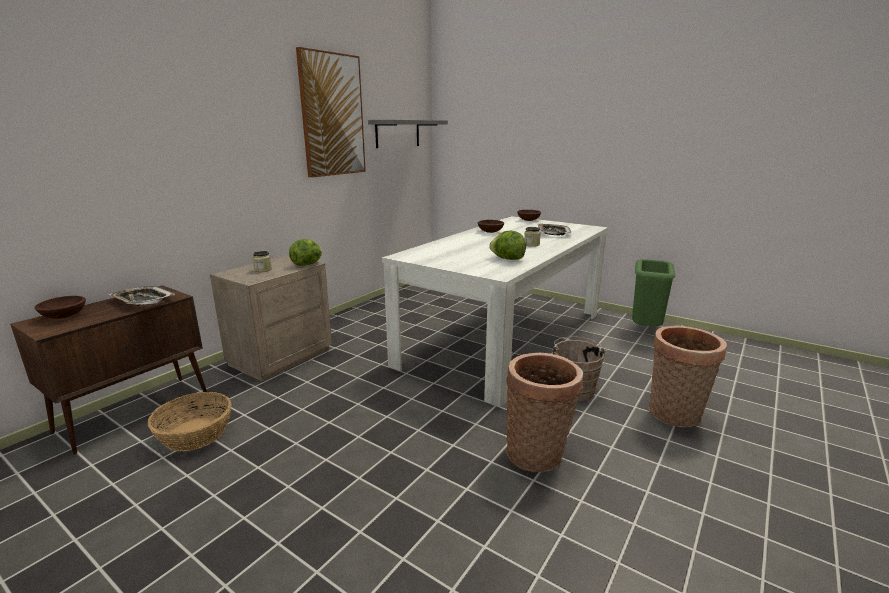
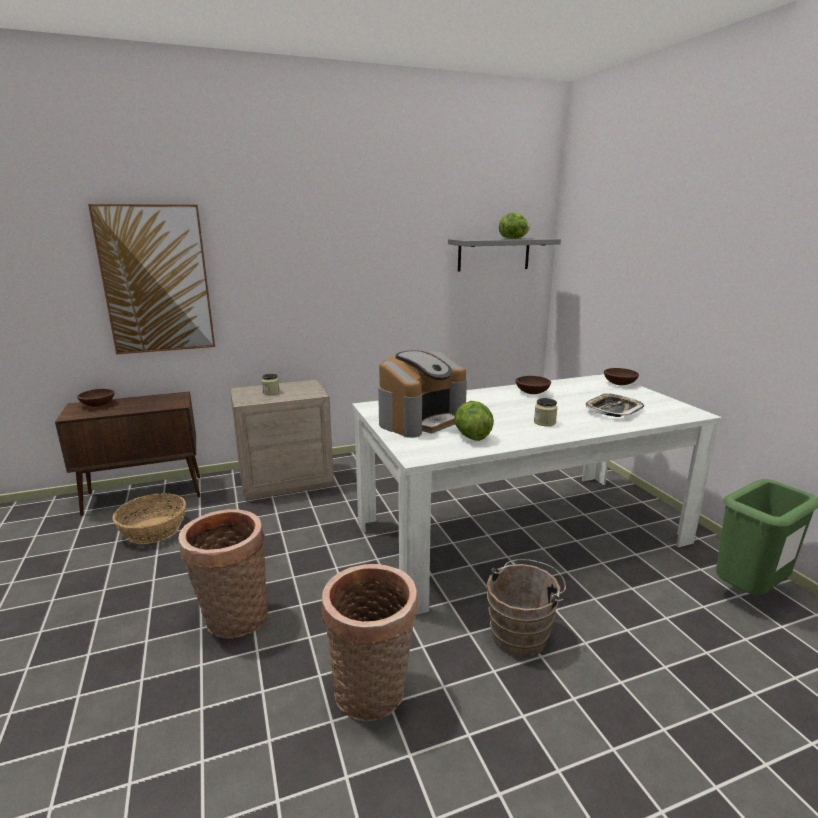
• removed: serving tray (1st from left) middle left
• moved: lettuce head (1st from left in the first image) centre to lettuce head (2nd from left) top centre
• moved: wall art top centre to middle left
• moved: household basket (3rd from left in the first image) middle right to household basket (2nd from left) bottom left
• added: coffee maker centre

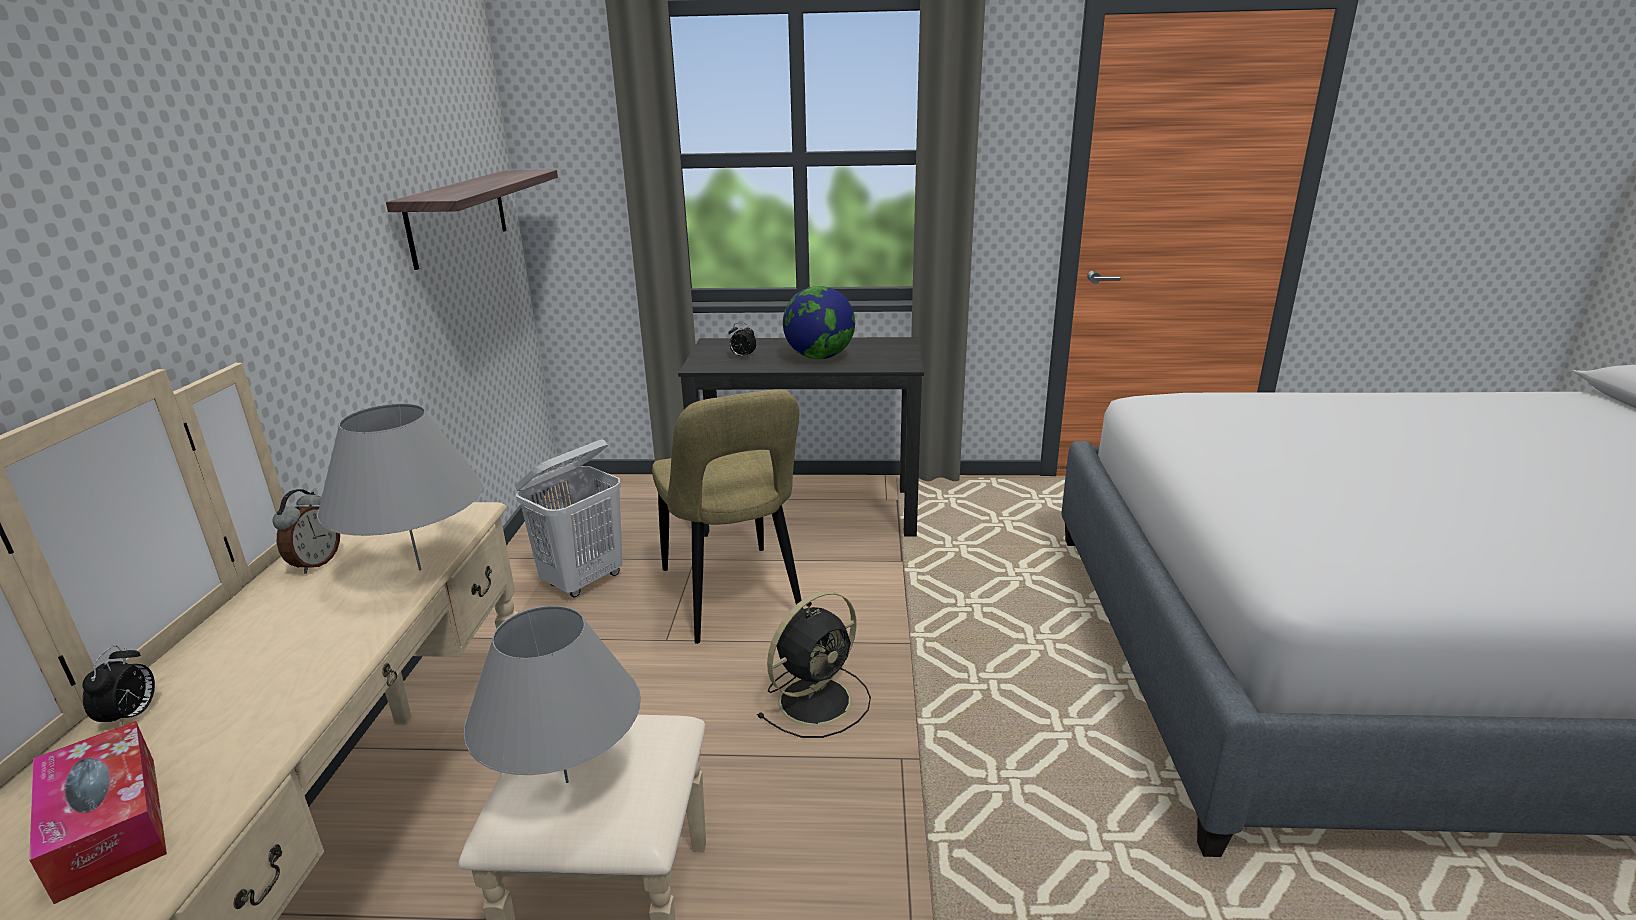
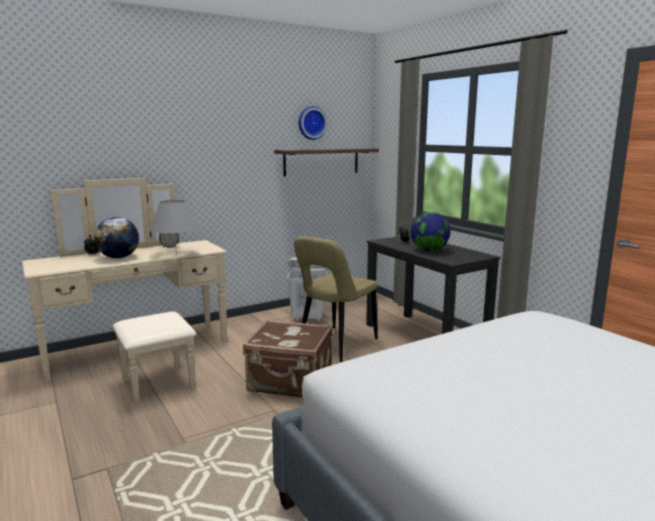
• removed: box of tissues bottom left
• removed: gray lamp for a table (2nd from left) bottom centre
• replaced: blackish electric fan bottom centre to brown-coloured suitcase bottom centre
• added: globe (1st from left) middle left
• added: clock on the wall top centre

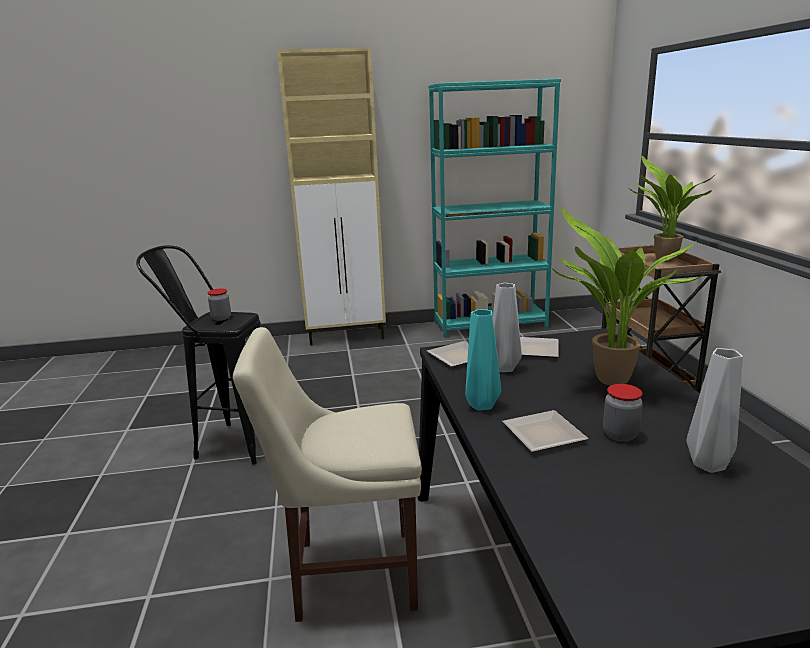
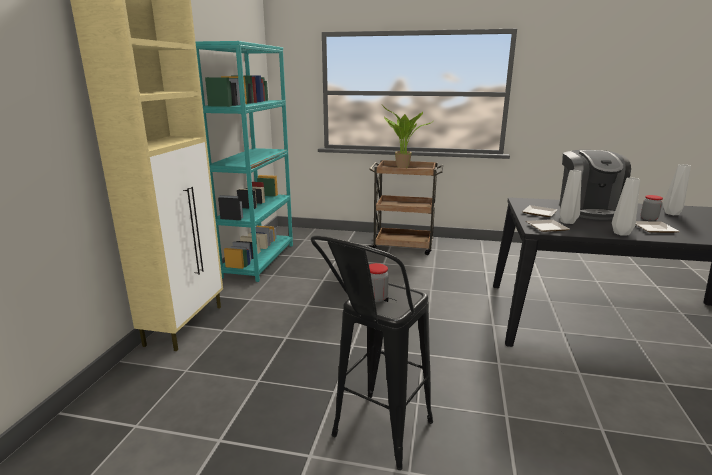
• removed: sand-coloured chair bottom centre
• recoloured: blue-green flower vase centre to gray flower vase (2nd from left) middle right
• replaced: houseplant (1st from left) middle right to coffee maker middle right

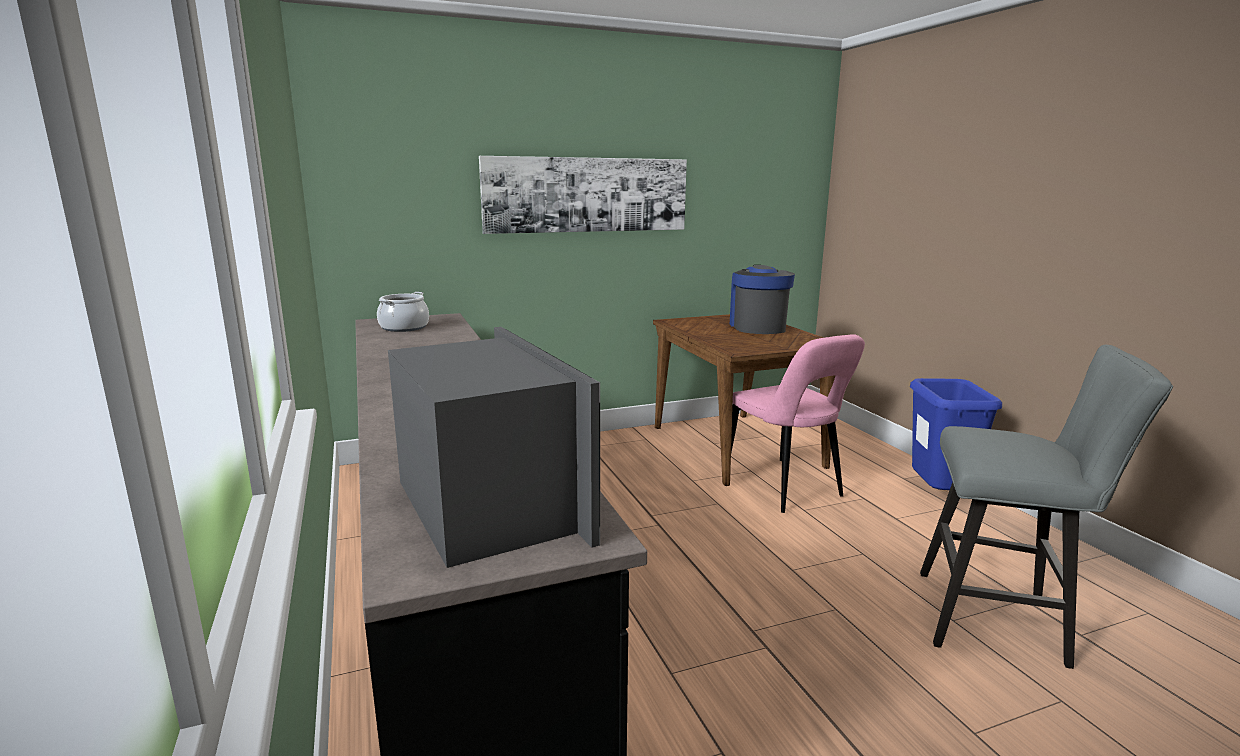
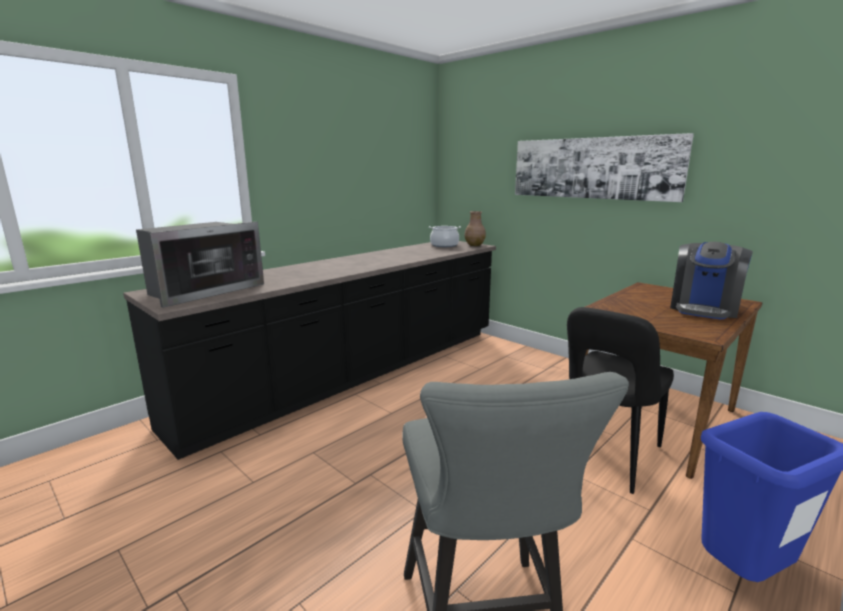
• turned: coffee maker centre = middle right 150 degrees clockwise
• recoloured: pinkish chair centre to blackish chair middle right
• added: brown-coloured flower vase centre

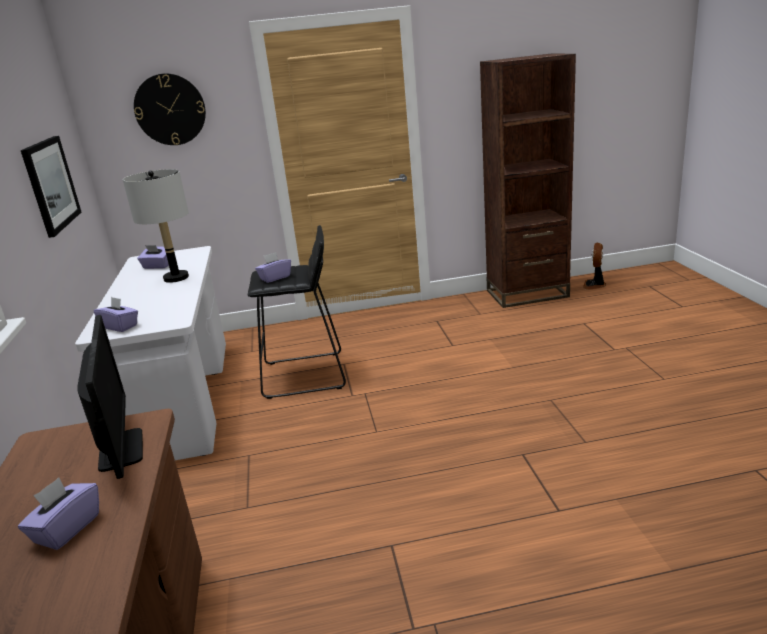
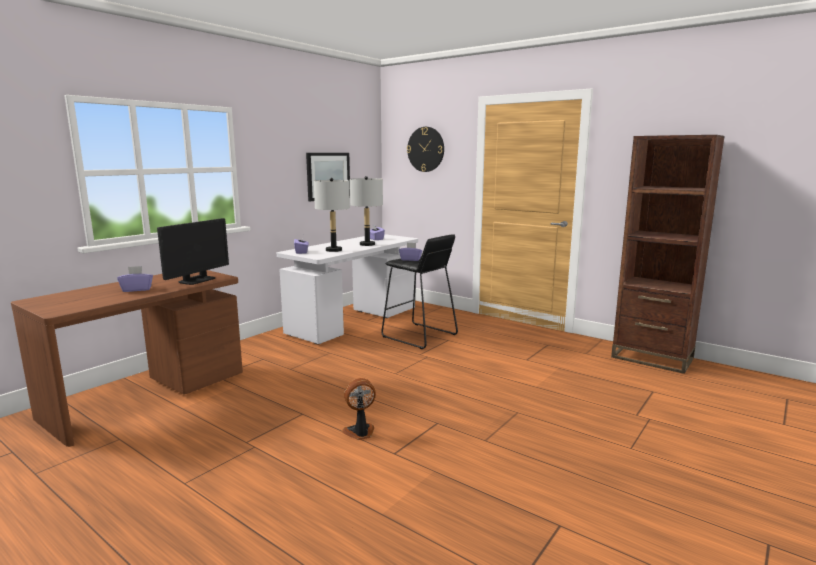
• moved: electric fan middle right to bottom centre
• added: gray lamp for a table (1st from left) centre

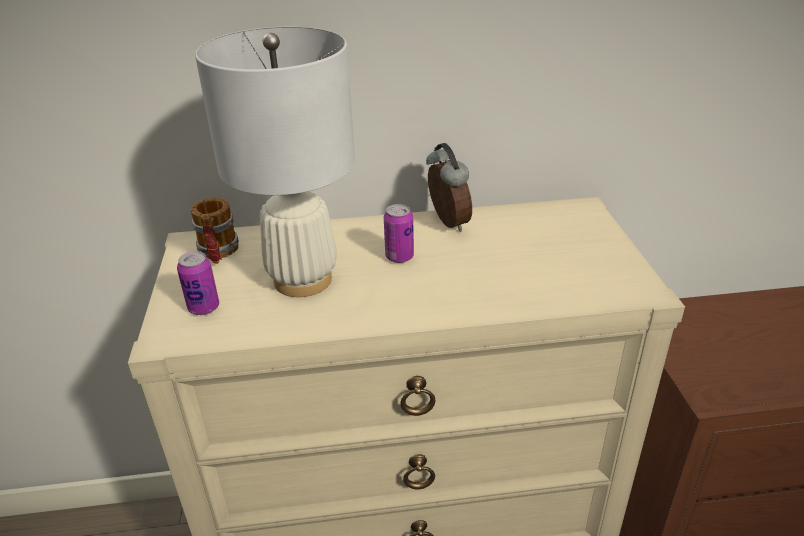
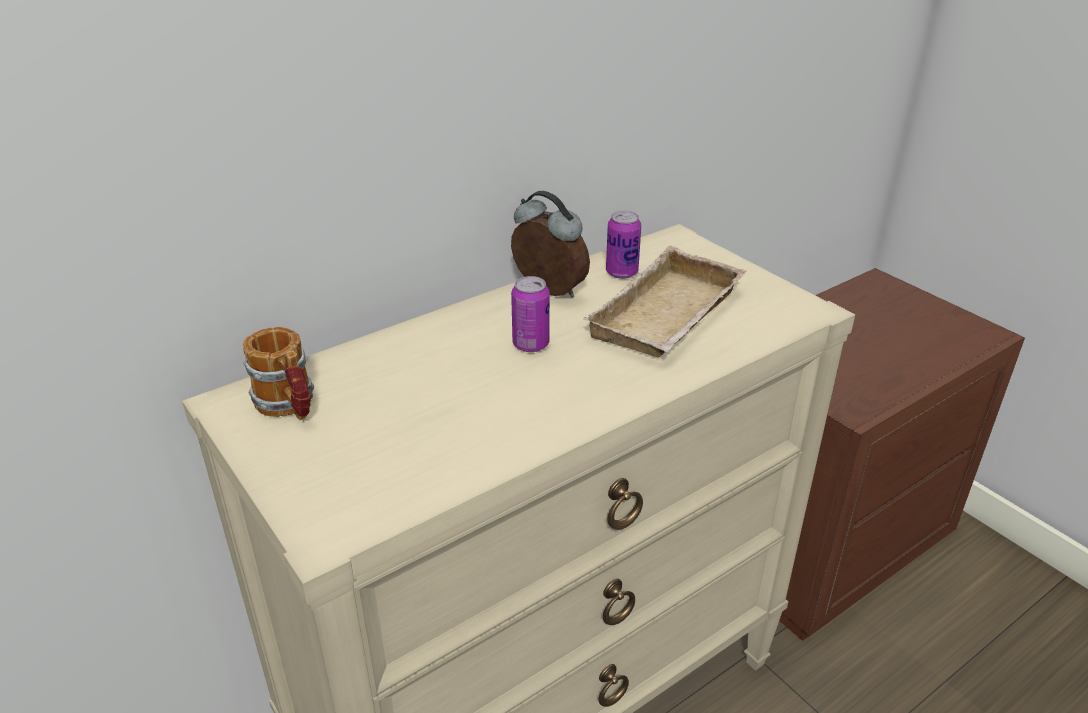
• moved: sealed can (1st from left in the first image) middle left to sealed can (2nd from left) centre
• removed: white-coloured lamp for a table top centre
• added: sand-coloured serving tray centre

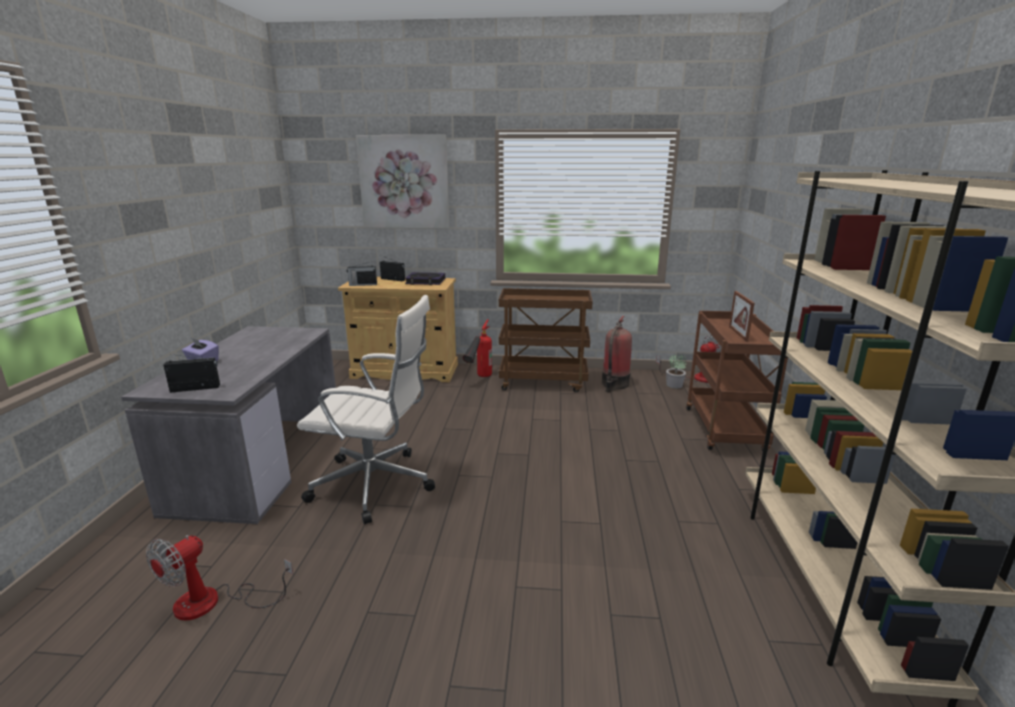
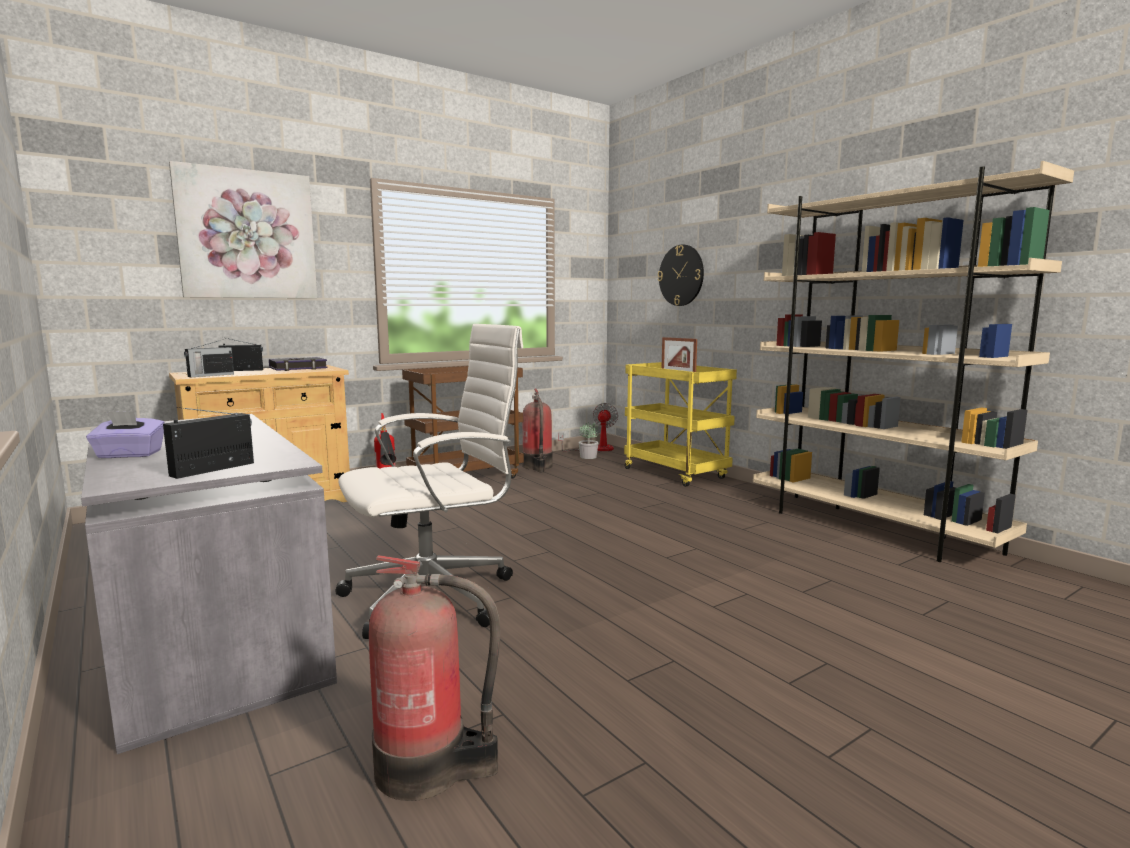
• replaced: electric fan (1st from left) bottom left to extinguisher (2nd from left) bottom centre
• recoloured: brown-coloured trolley (2nd from left) middle right to yellow-coloured trolley centre
• added: clock on the wall top centre

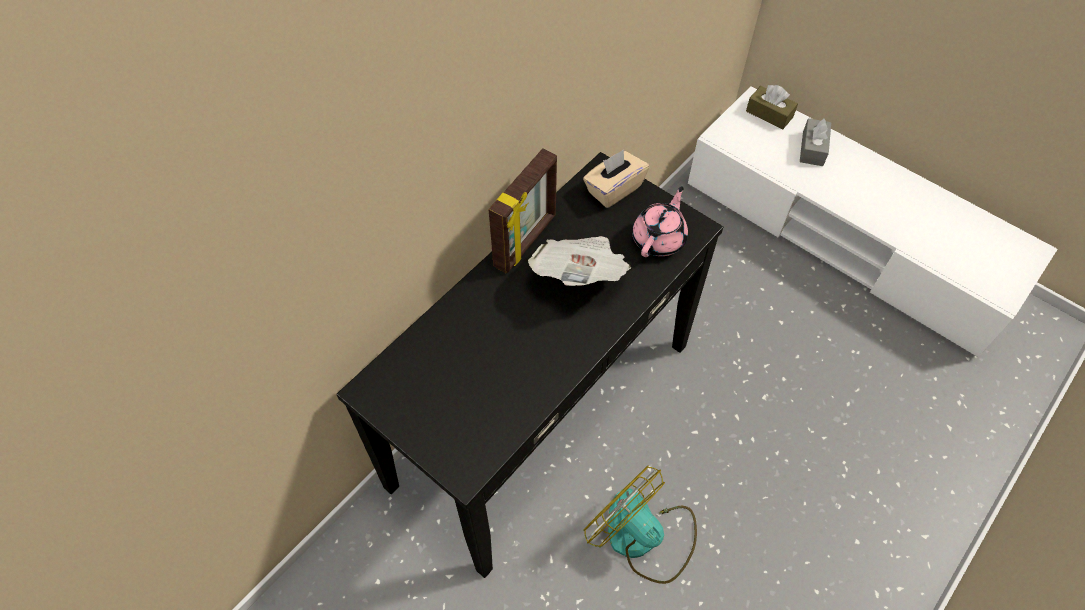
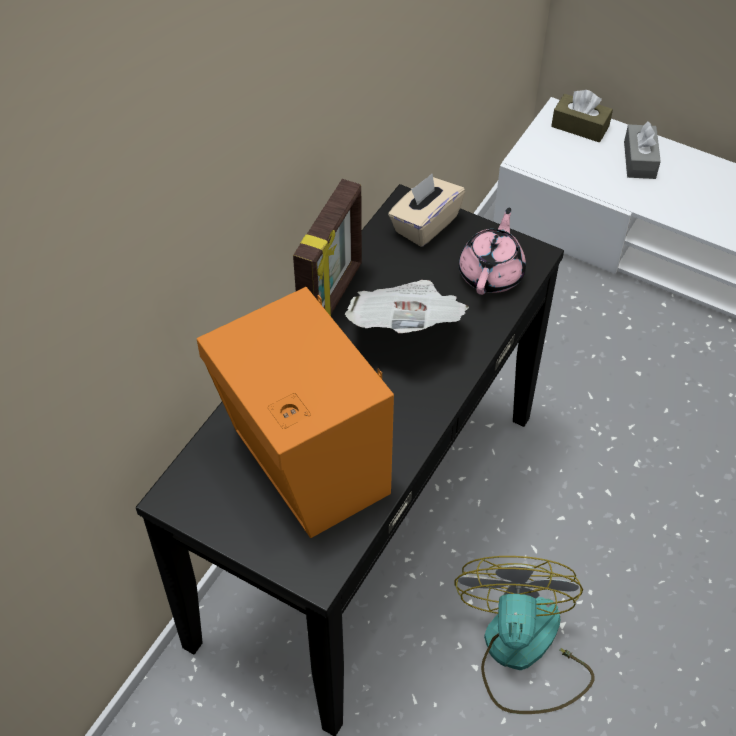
• turned: electric fan bottom centre = bottom right 60 degrees clockwise
• added: orange speaker centre

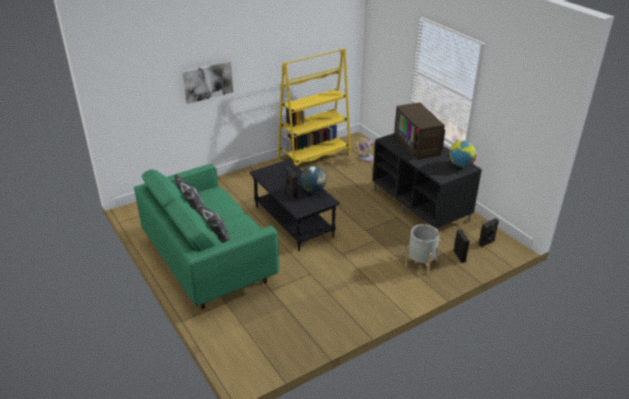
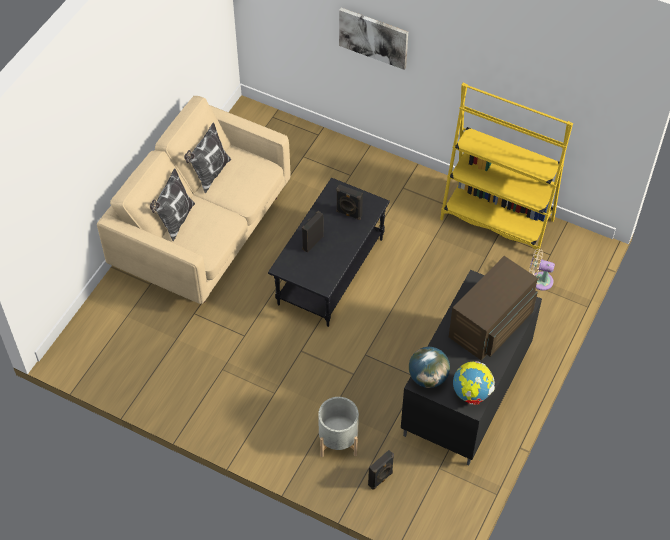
• recoloured: greenish settee middle left to sand-coloured settee middle left
• moved: globe (1st from left) centre to bottom centre
• moved: blackish speaker (3rd from left in the first image) middle right to blackish speaker (2nd from left) centre

